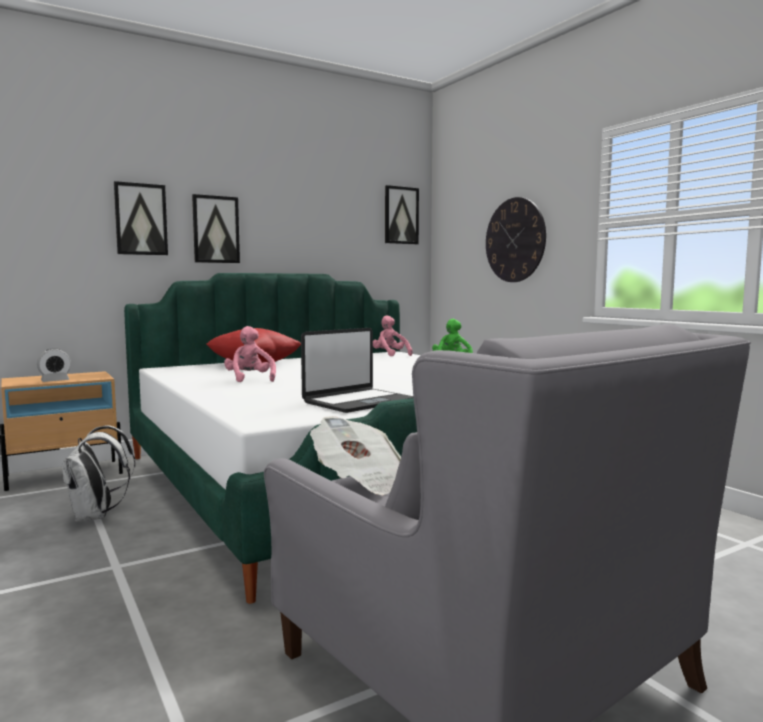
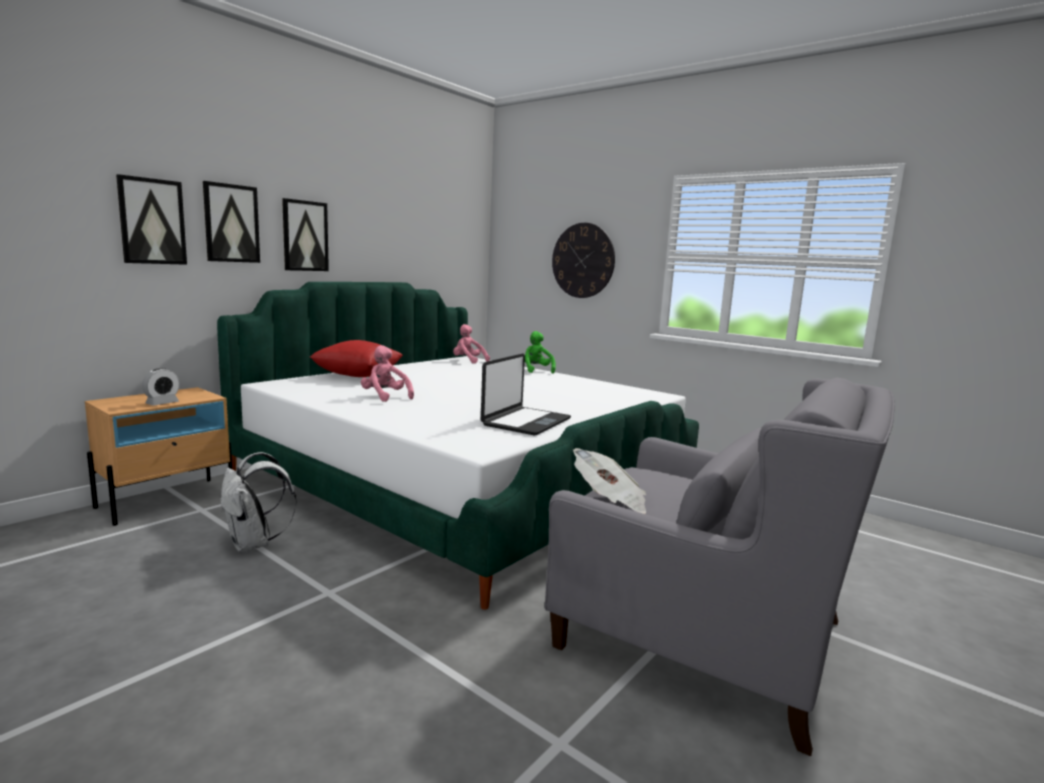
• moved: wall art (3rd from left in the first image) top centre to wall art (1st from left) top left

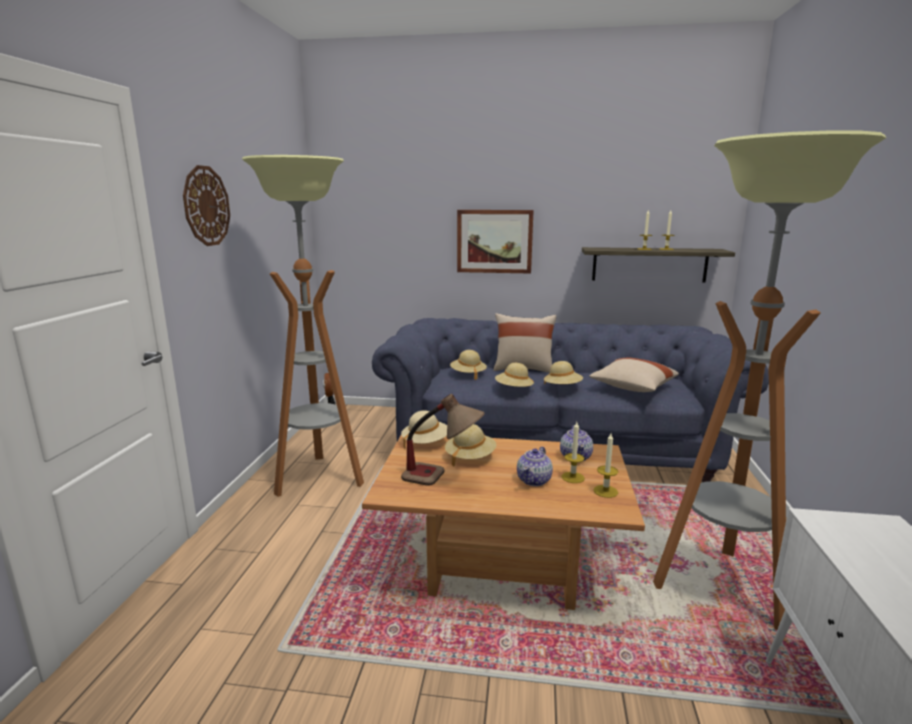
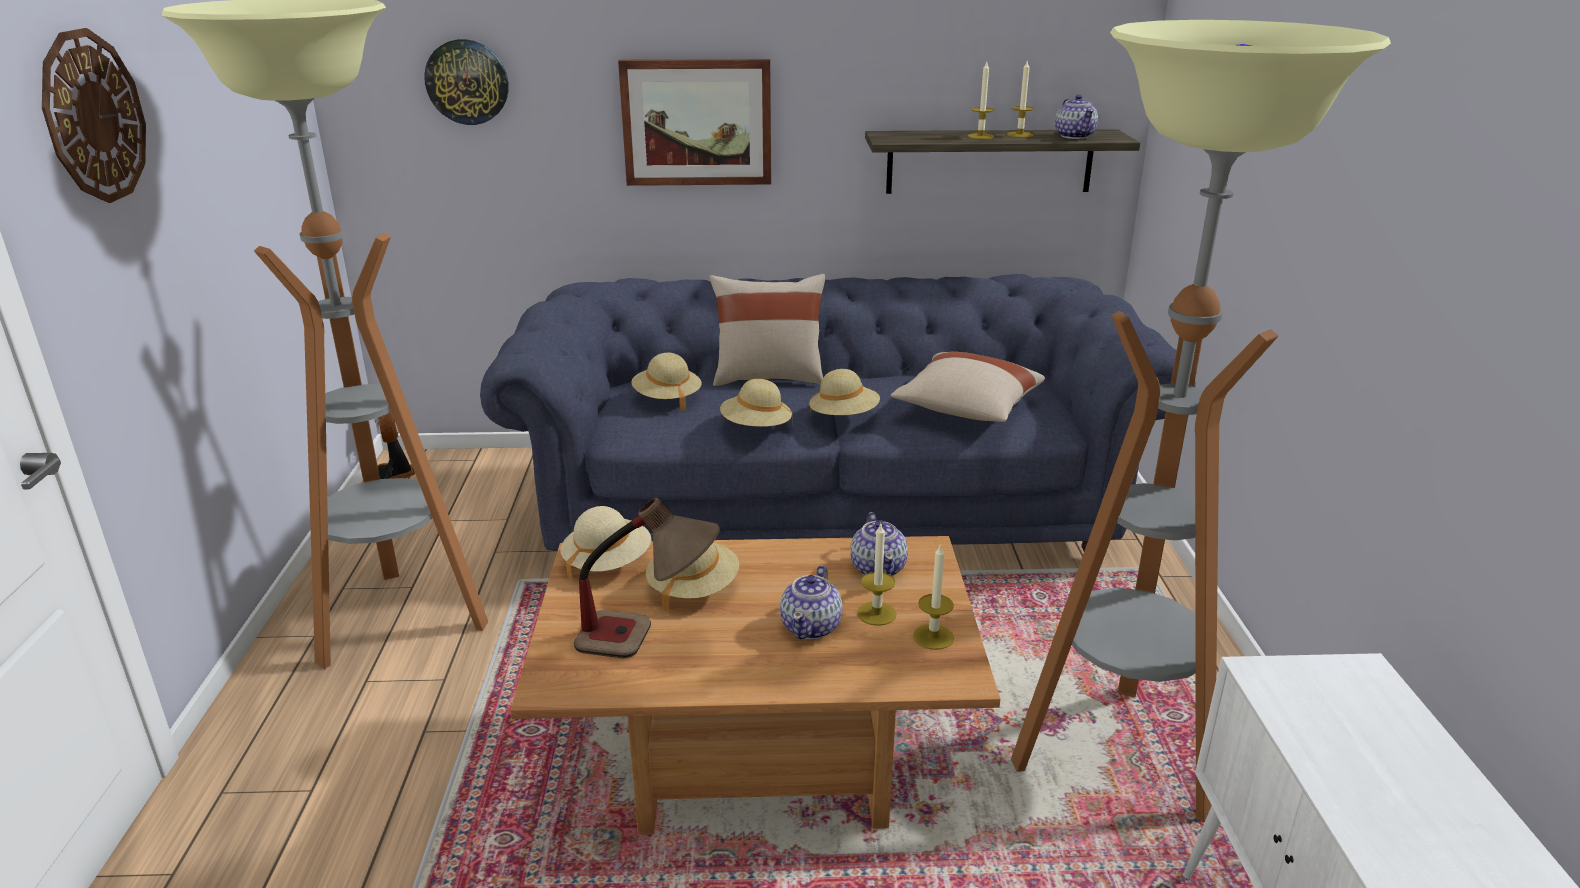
• added: clock on the wall (2nd from left) top left
• added: tea pot (3rd from left) top right

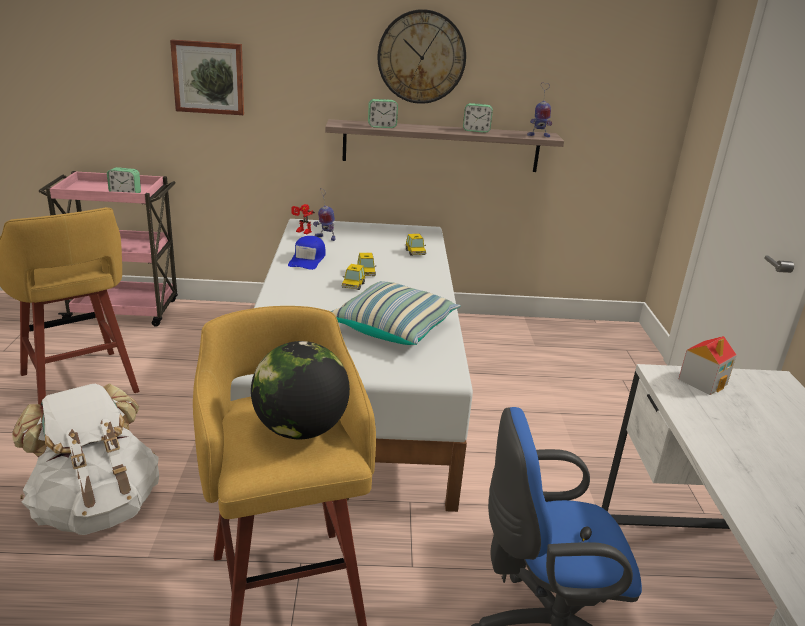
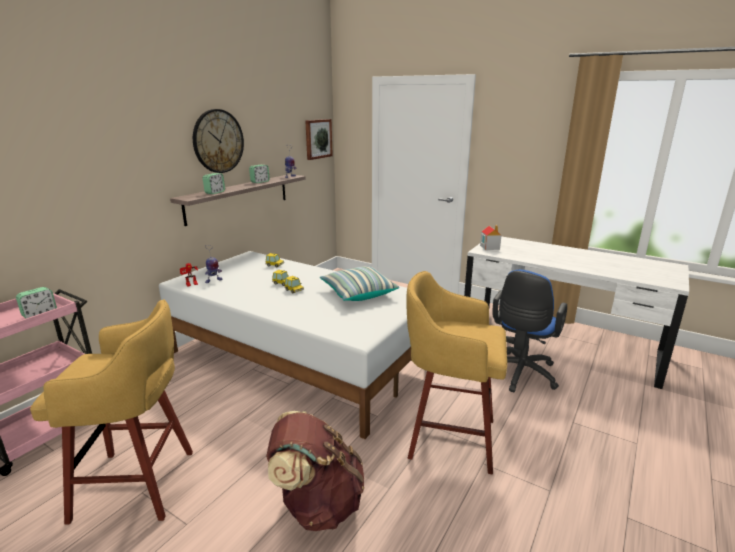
• recoloured: white-coloured knapsack bottom left to brown-coloured knapsack bottom centre
• moved: wall art top left to top centre
• removed: globe centre
• removed: blue-coloured baseball cap centre

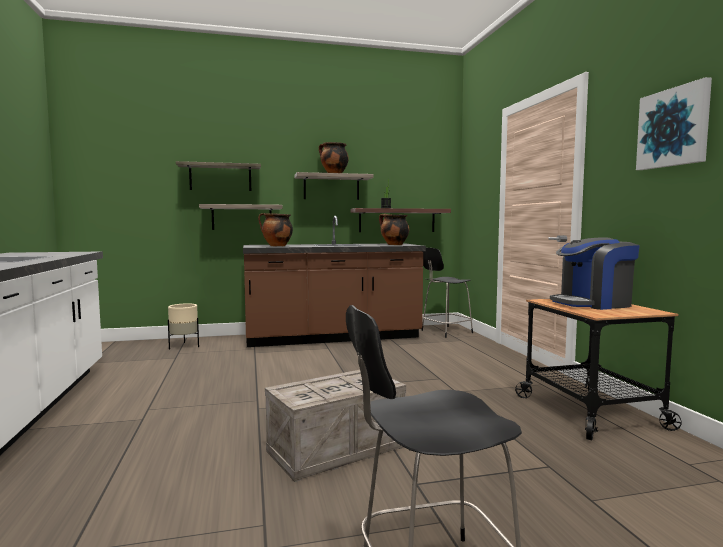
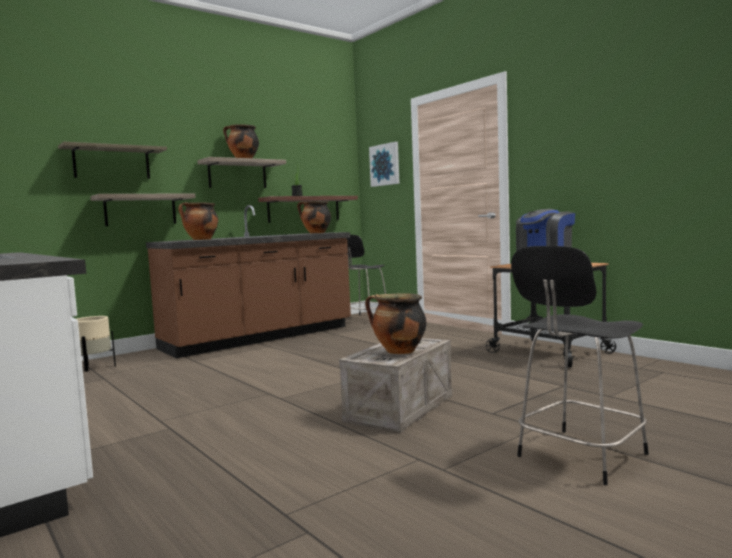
• moved: wall art top right to top centre
• added: saucepot (4th from left) centre

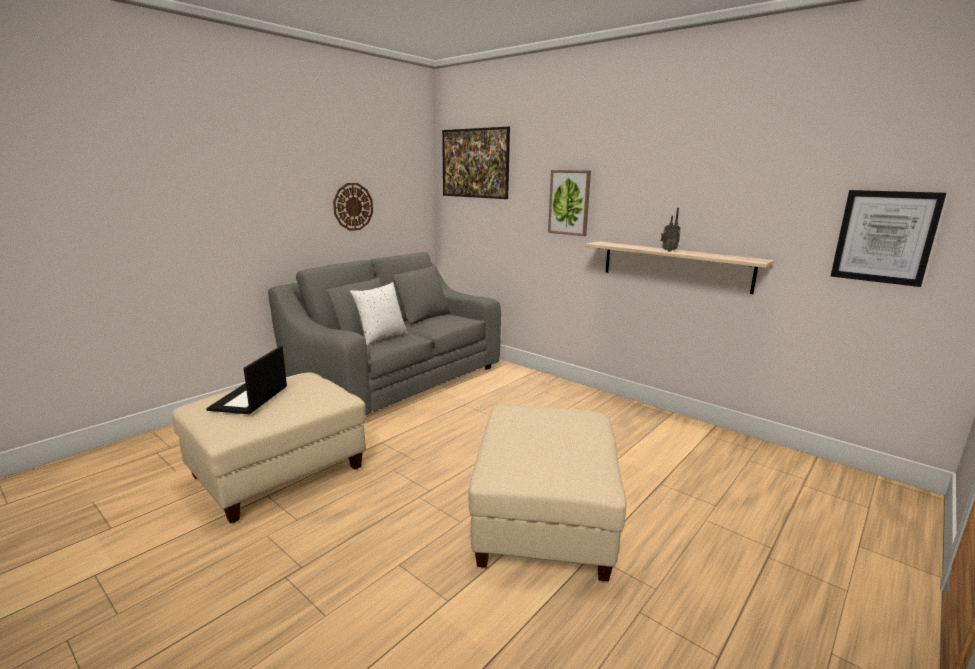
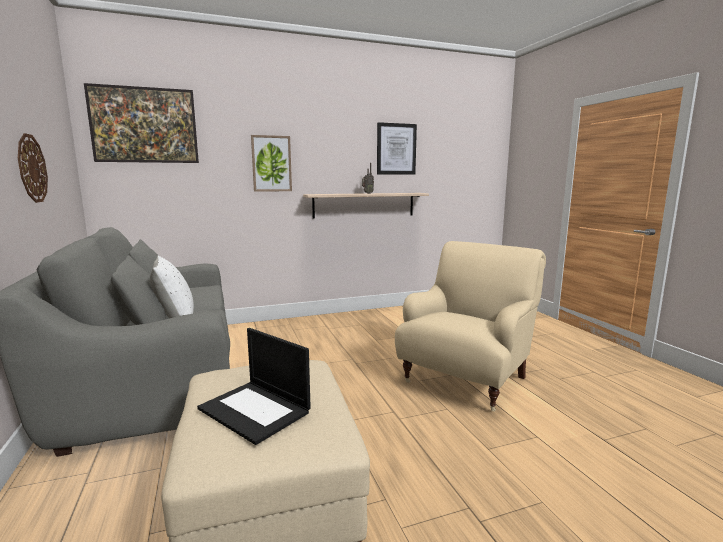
• replaced: sand-coloured pouffe (2nd from left) bottom centre to sand-coloured easy chair centre
• moved: wall art (3rd from left) middle right to top centre

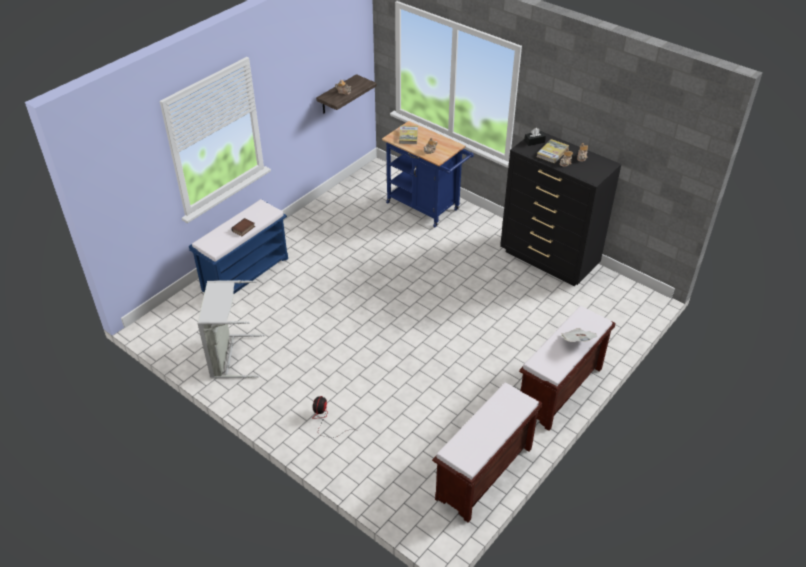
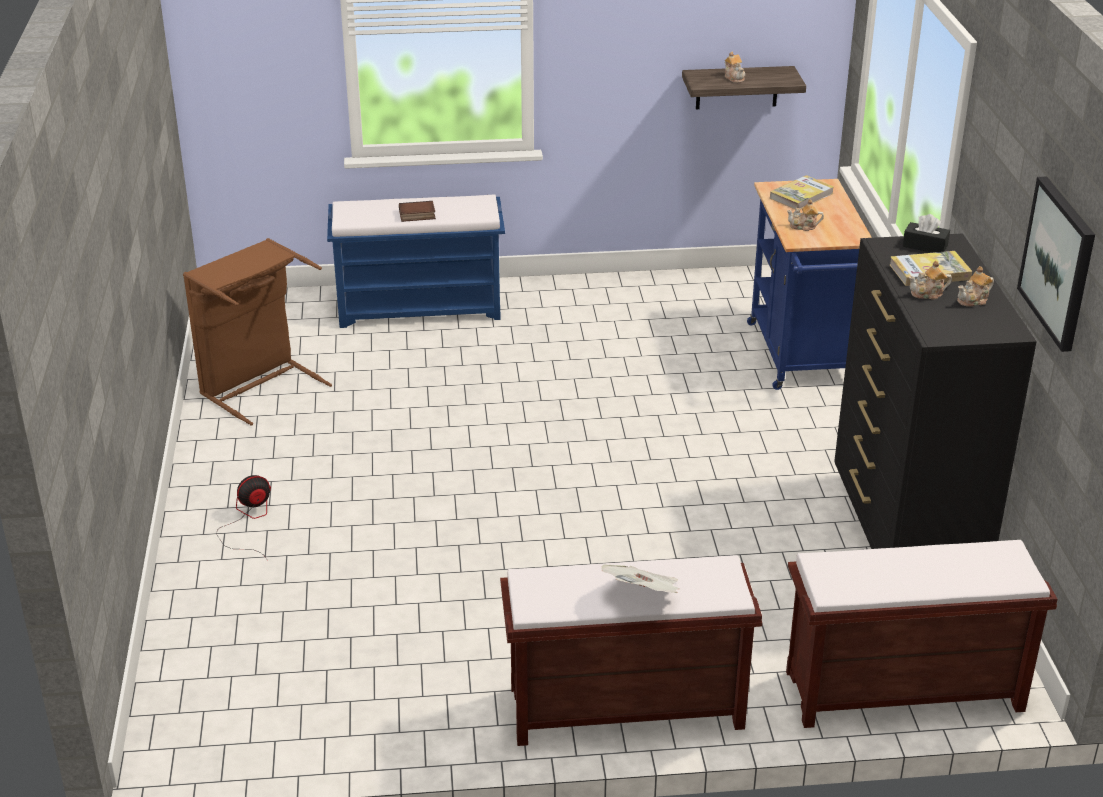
• recoloured: gray laundry basket middle left to brown-coloured laundry basket middle left
• moved: brown-coloured long seat (1st from left in the first image) bottom centre to brown-coloured long seat (2nd from left) bottom right
• added: wall art top right

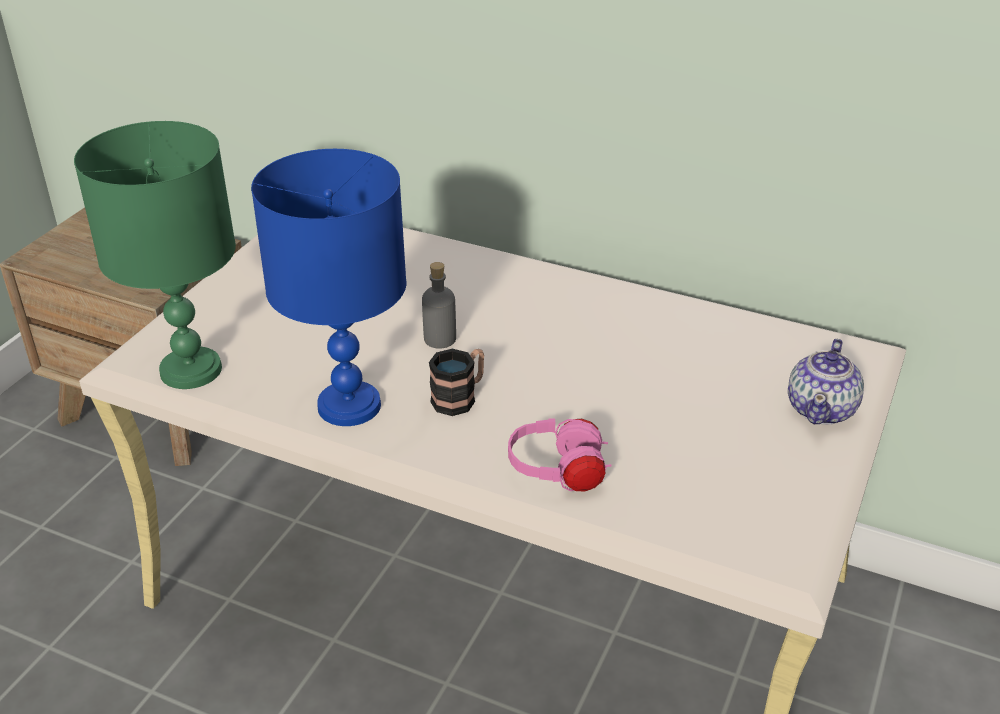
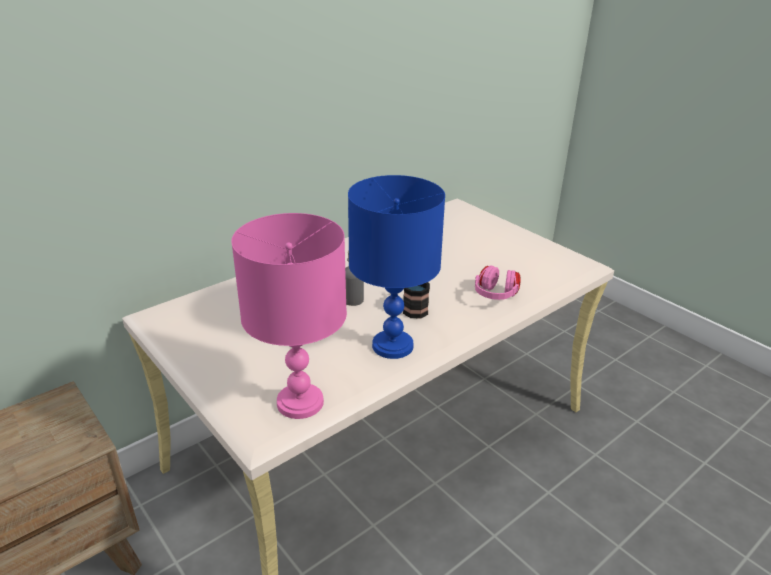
• recoloured: greenish lamp for a table middle left to pinkish lamp for a table centre
• removed: tea pot middle right

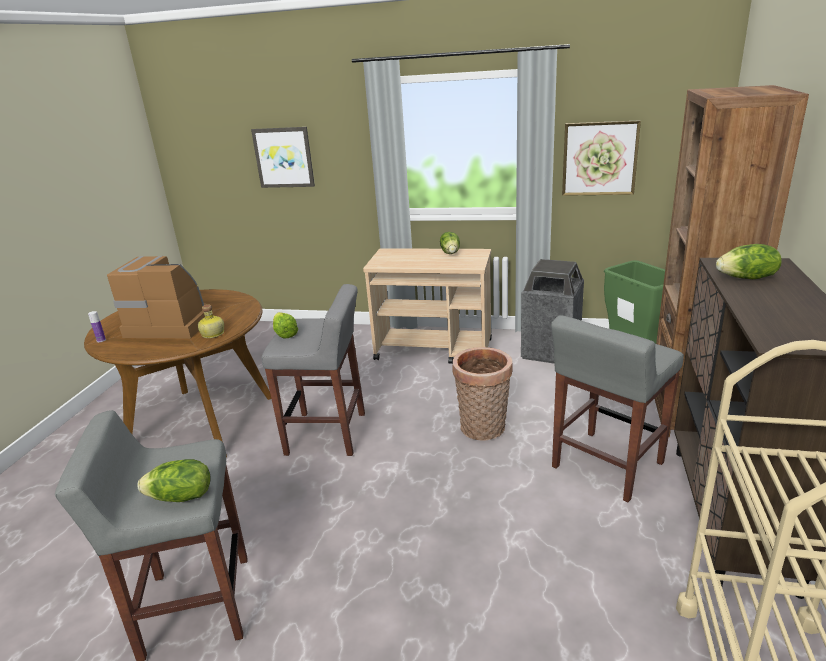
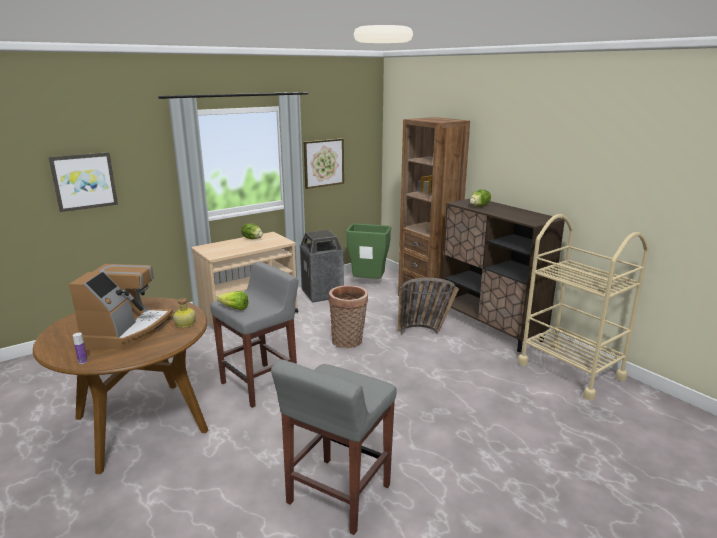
• turned: coffee maker middle left = middle left 135 degrees clockwise
• removed: lettuce head (1st from left) bottom left
• replaced: gray sitting stool (3rd from left) middle right to household basket (2nd from left) centre

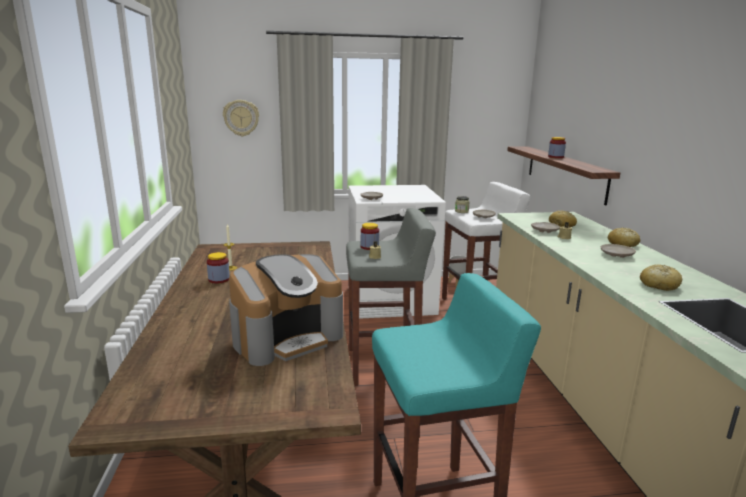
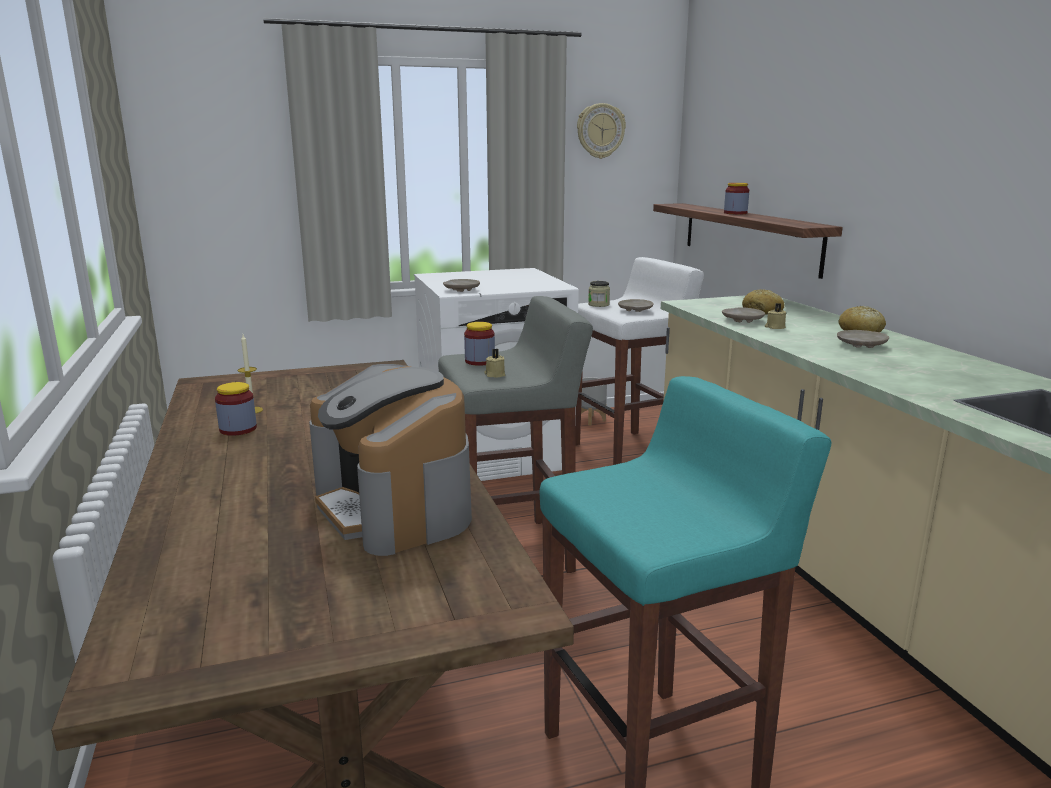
• moved: clock on the wall top left to top centre
• turned: coffee maker centre = centre 105 degrees clockwise
• removed: baked bread (3rd from left) middle right

